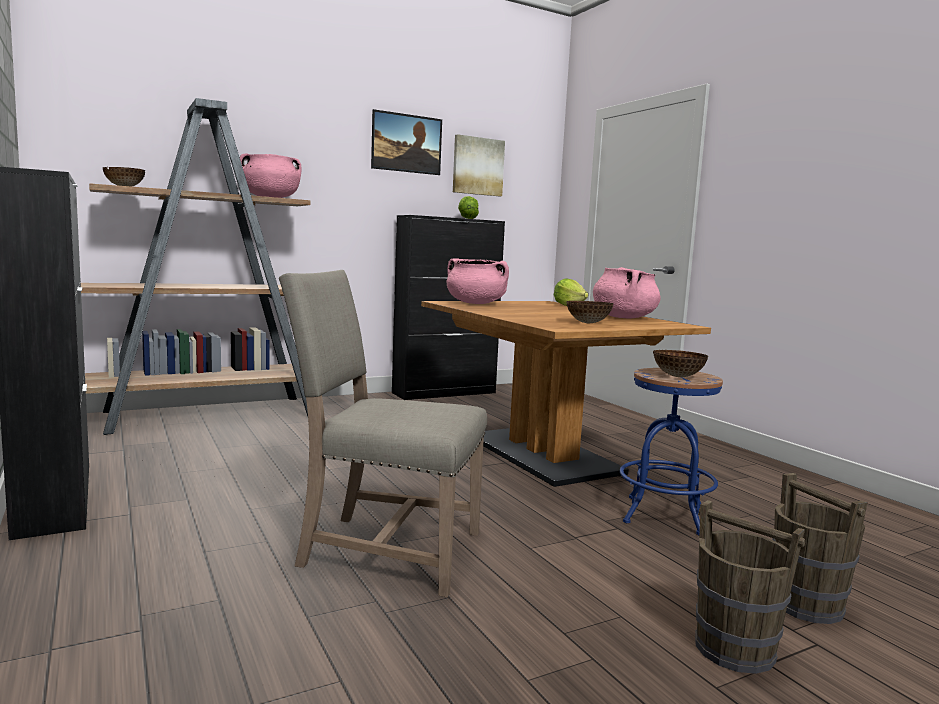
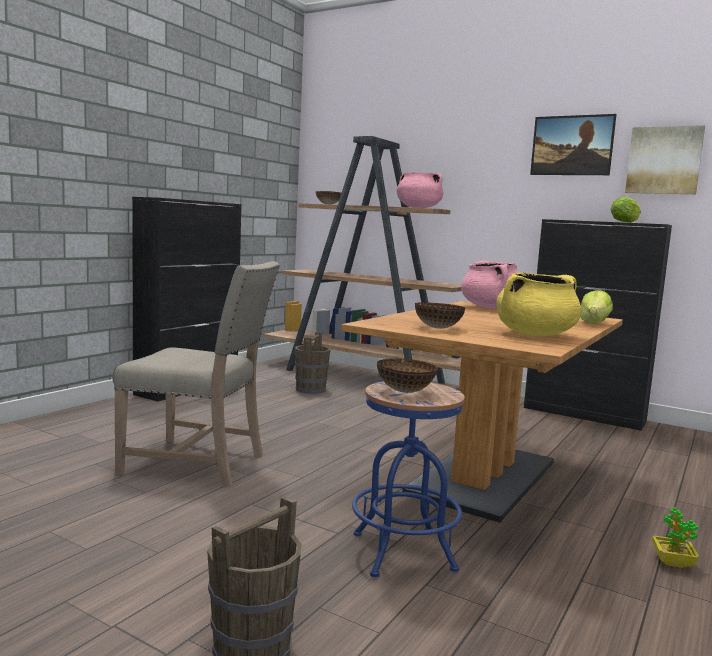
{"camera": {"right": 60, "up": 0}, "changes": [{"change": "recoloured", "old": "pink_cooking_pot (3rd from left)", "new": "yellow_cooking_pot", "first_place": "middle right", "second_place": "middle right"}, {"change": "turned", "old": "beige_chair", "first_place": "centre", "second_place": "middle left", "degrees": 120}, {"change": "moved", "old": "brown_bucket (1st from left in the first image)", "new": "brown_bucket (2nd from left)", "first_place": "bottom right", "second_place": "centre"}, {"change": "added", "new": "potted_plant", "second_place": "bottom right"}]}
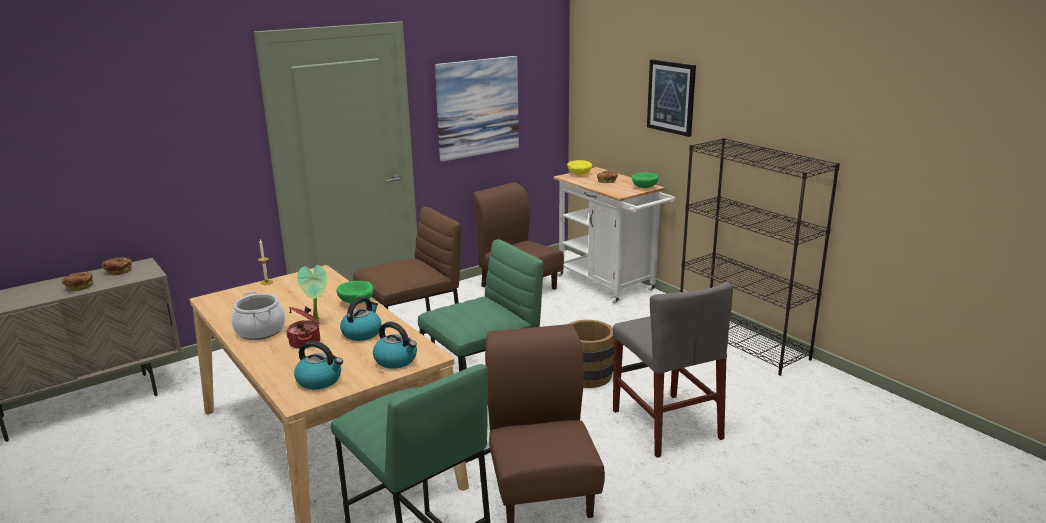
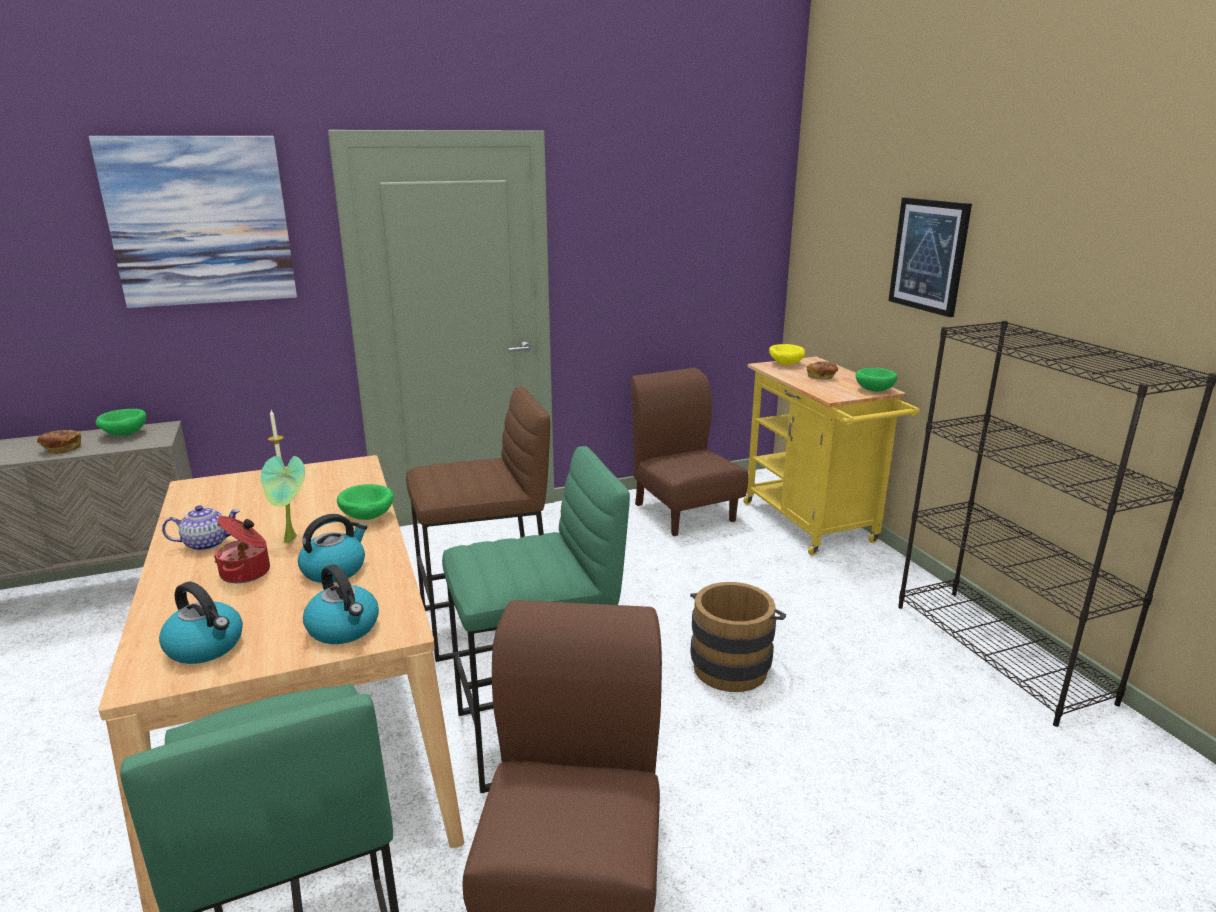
{"camera": {"right": 15, "up": 0}, "changes": [{"change": "moved", "old": "picture (1st from left)", "first_place": "top centre", "second_place": "top left"}, {"change": "recoloured", "old": "white_cart", "new": "yellow_cart", "first_place": "centre", "second_place": "middle right"}, {"change": "replaced", "old": "bread (2nd from left)", "new": "green_bowl (1st from left)", "first_place": "middle left", "second_place": "middle left"}, {"change": "removed", "old": "grey_chair", "first_place": "bottom centre"}, {"change": "replaced", "old": "cooking_pot (1st from left)", "new": "teapot", "first_place": "middle left", "second_place": "middle left"}]}
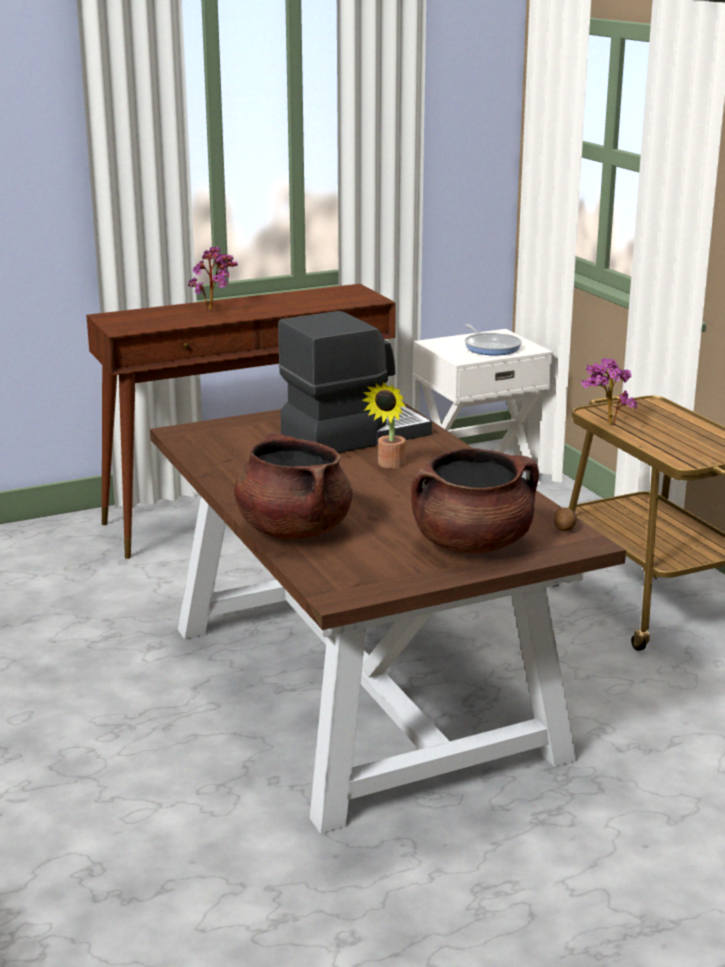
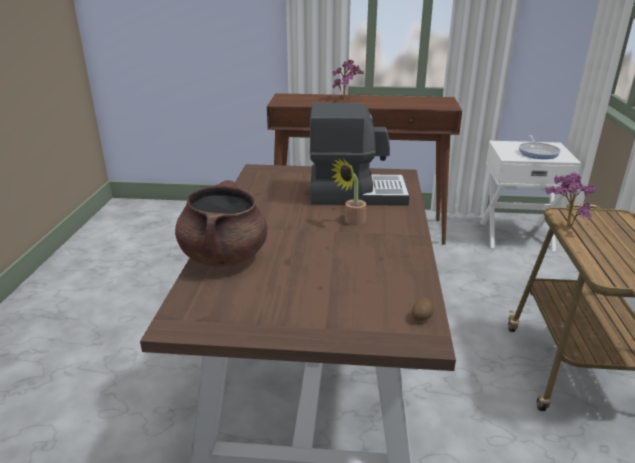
{"camera": {"right": 30, "up": 5}, "changes": [{"change": "removed", "old": "brown_cooking_pot (2nd from left)", "first_place": "centre"}]}
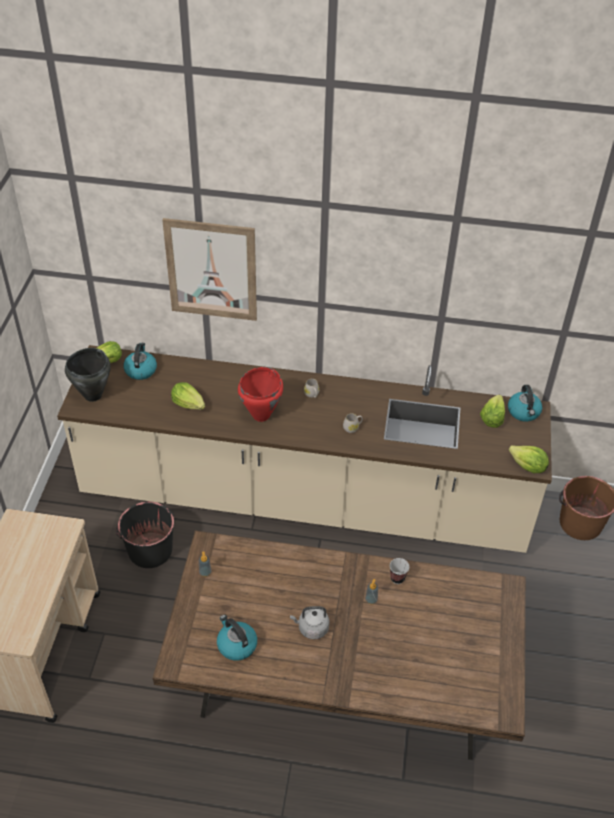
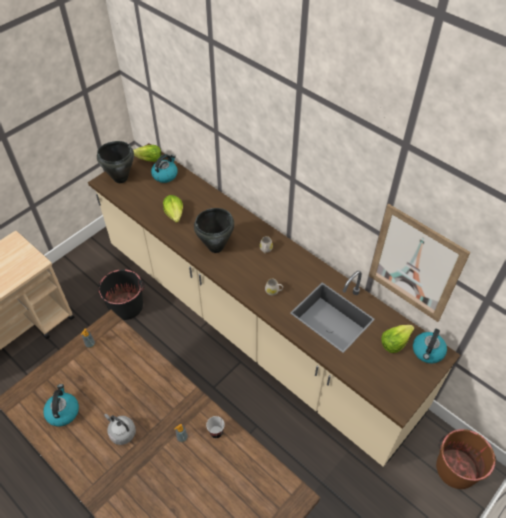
{"camera": {"right": 35, "up": 5}, "changes": [{"change": "moved", "old": "picture", "first_place": "top centre", "second_place": "middle right"}, {"change": "recoloured", "old": "red_cooking_pot", "new": "black_cooking_pot (2nd from left)", "first_place": "centre", "second_place": "centre"}, {"change": "removed", "old": "lettuce (4th from left)", "first_place": "middle right"}]}
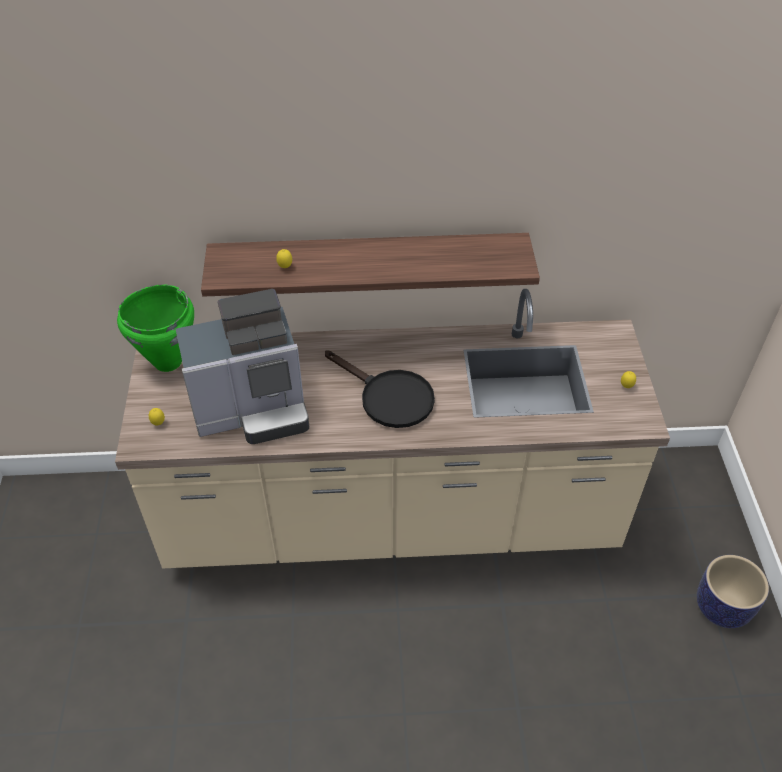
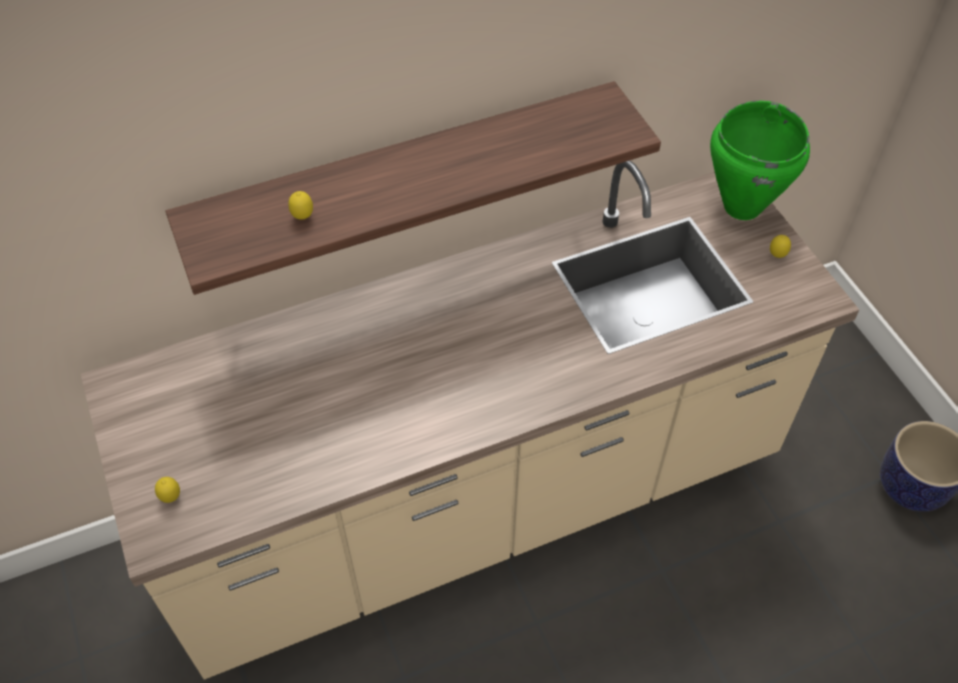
{"camera": {"right": -20, "up": 5}, "changes": [{"change": "moved", "old": "green_cooking_pot", "first_place": "middle left", "second_place": "top right"}, {"change": "removed", "old": "coffee_machine", "first_place": "middle left"}, {"change": "removed", "old": "black_frying_pan", "first_place": "centre"}]}
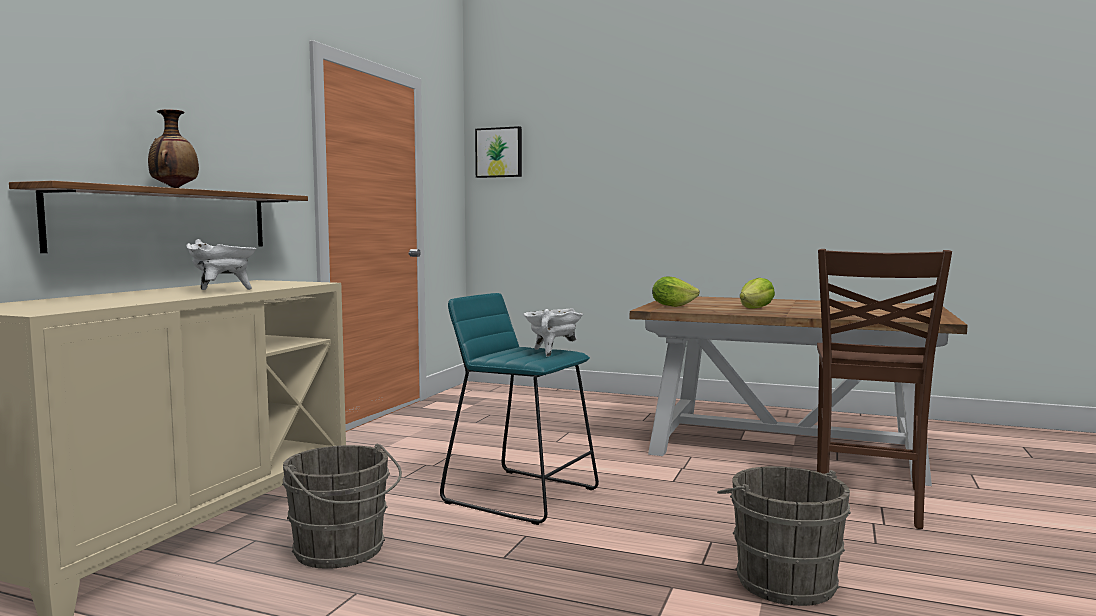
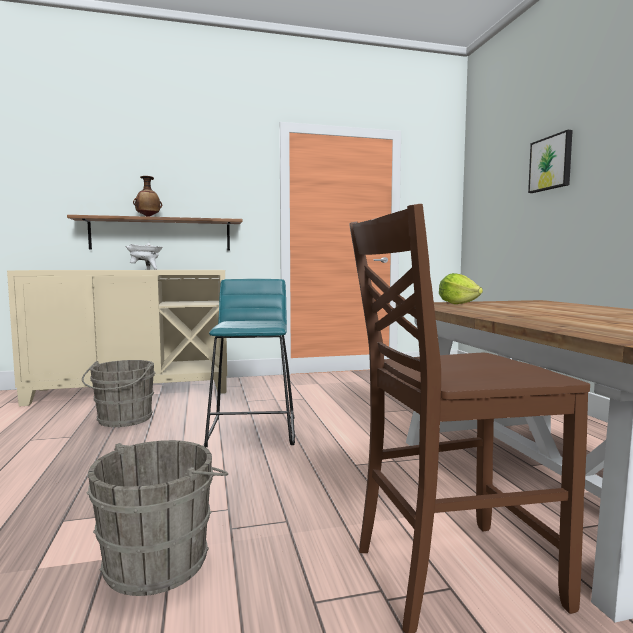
{"camera": {"right": 55, "up": 0}, "changes": [{"change": "moved", "old": "picture", "first_place": "top centre", "second_place": "top right"}, {"change": "removed", "old": "lettuce (2nd from left)", "first_place": "middle right"}, {"change": "removed", "old": "white_cooking_pot (2nd from left)", "first_place": "centre"}]}
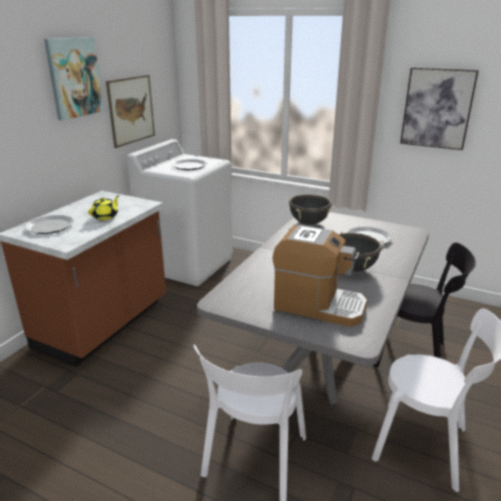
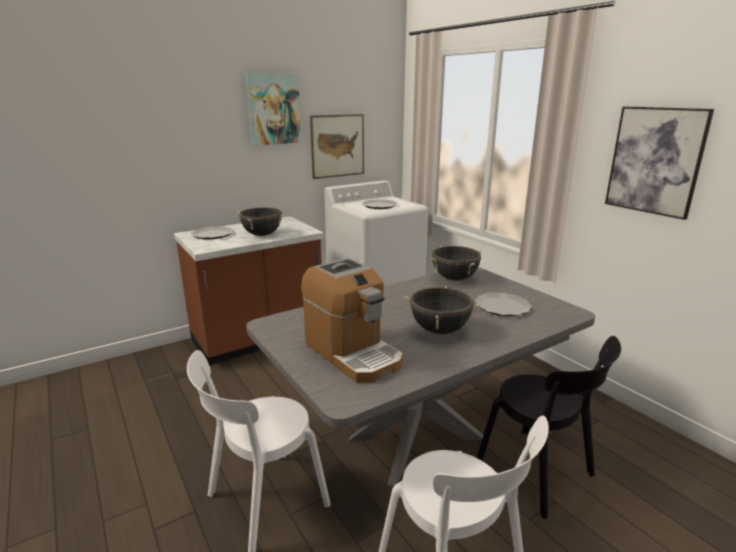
{"camera": {"right": 30, "up": -5}, "changes": [{"change": "replaced", "old": "yellow_teapot", "new": "black_cooking_pot (1st from left)", "first_place": "middle left", "second_place": "centre"}]}
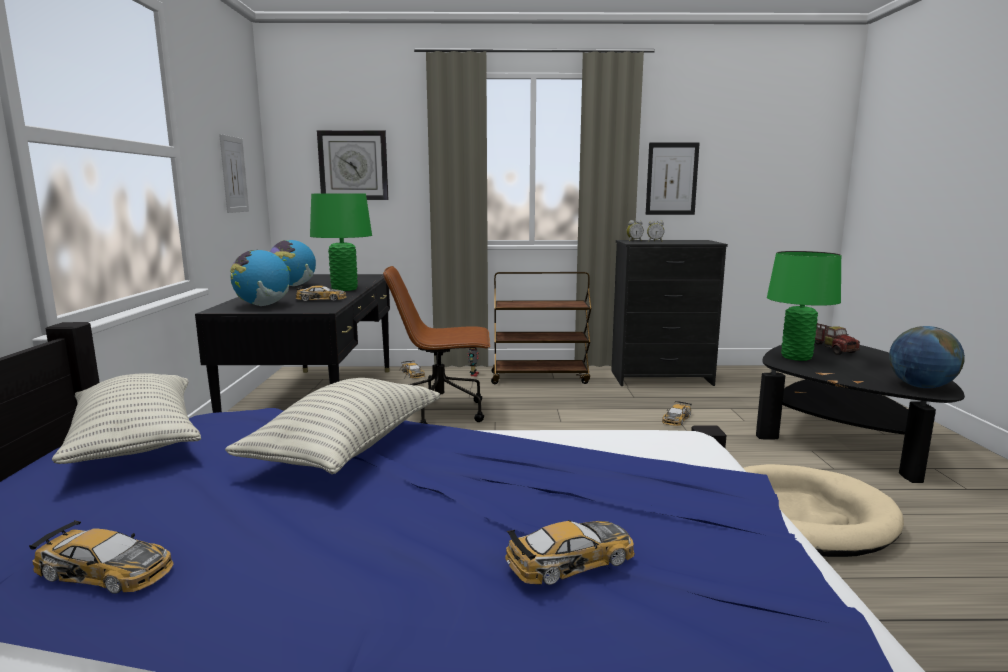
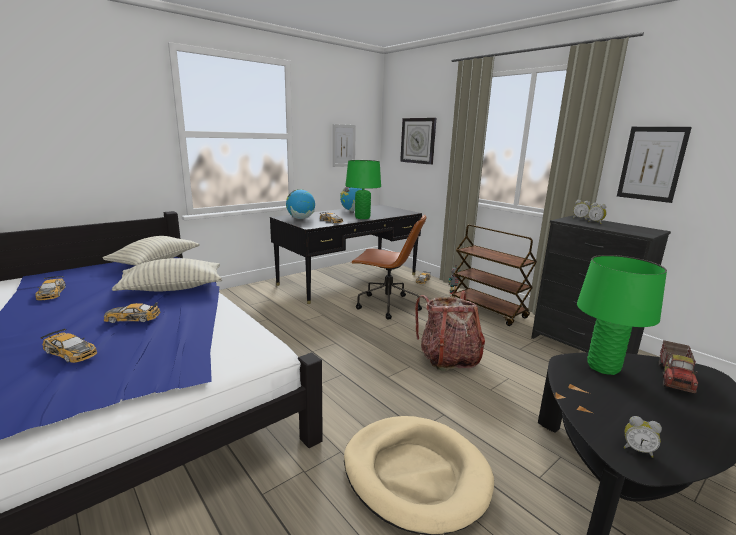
{"camera": {"right": 50, "up": 5}, "changes": [{"change": "turned", "old": "brown_office_chair", "first_place": "centre", "second_place": "centre", "degrees": 150}, {"change": "replaced", "old": "globe (3rd from left)", "new": "alarm_clock (3rd from left)", "first_place": "middle right", "second_place": "bottom right"}, {"change": "moved", "old": "toy_car (5th from left in the first image)", "new": "toy_car (3rd from left)", "first_place": "middle right", "second_place": "middle left"}, {"change": "added", "new": "backpack", "second_place": "centre"}]}
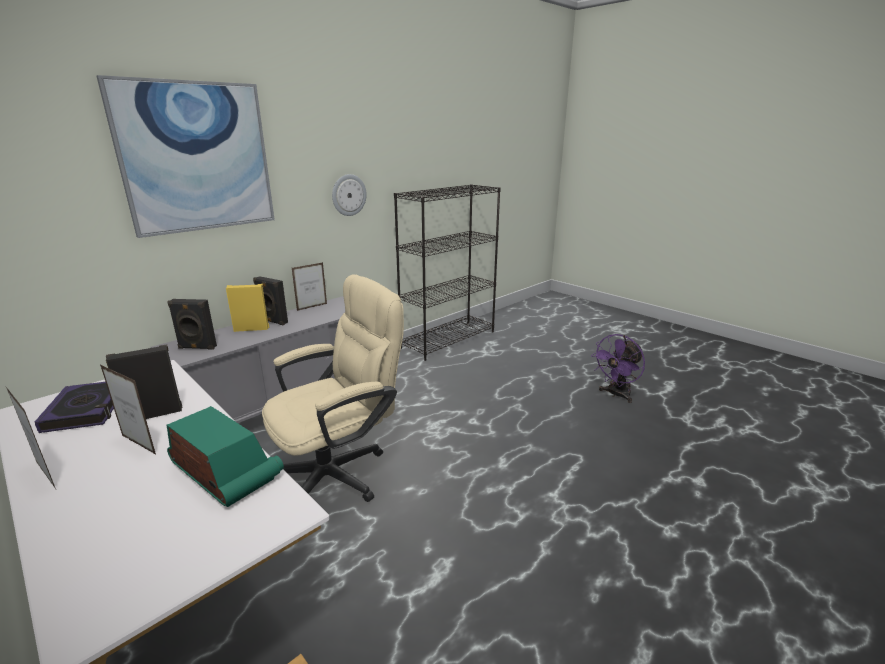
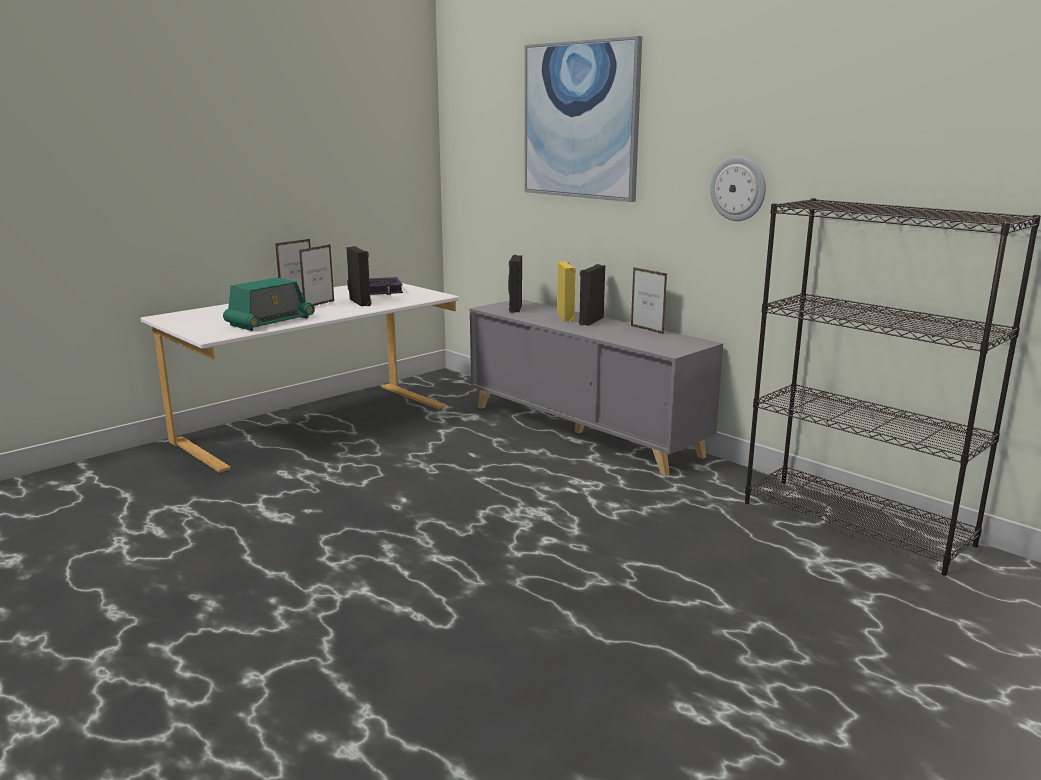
{"camera": {"right": 90, "up": -5}, "changes": [{"change": "removed", "old": "beige_office_chair", "first_place": "centre"}, {"change": "removed", "old": "purple_fan", "first_place": "middle right"}]}
